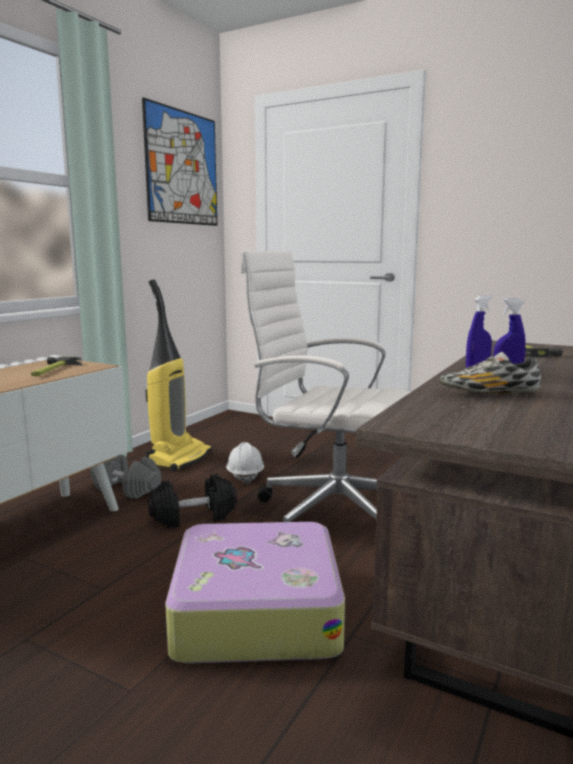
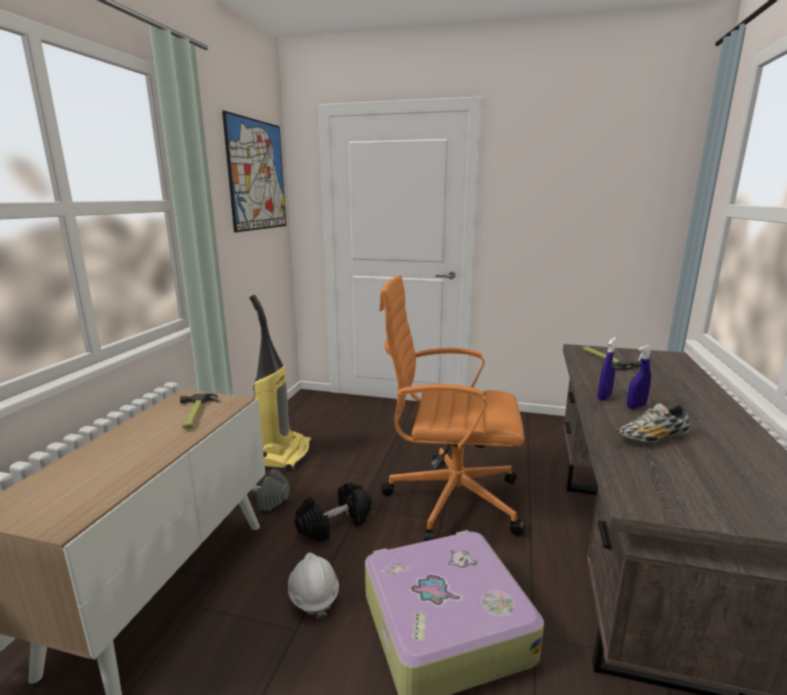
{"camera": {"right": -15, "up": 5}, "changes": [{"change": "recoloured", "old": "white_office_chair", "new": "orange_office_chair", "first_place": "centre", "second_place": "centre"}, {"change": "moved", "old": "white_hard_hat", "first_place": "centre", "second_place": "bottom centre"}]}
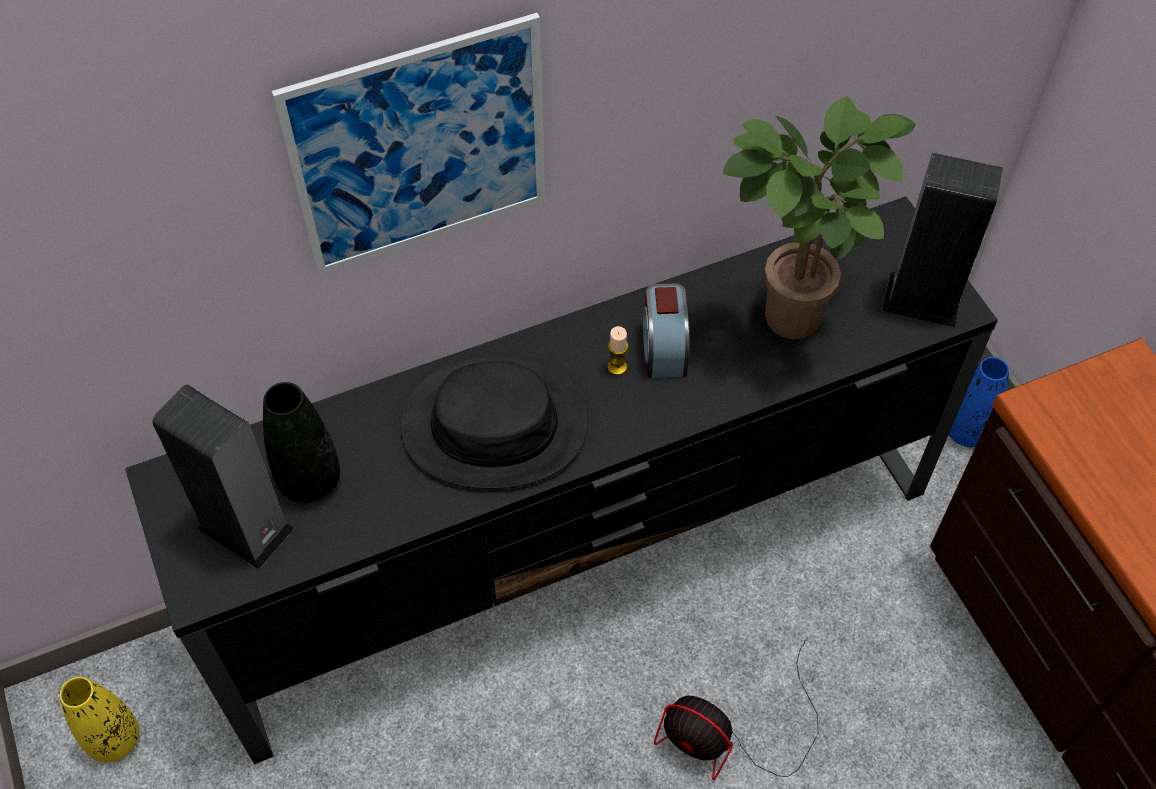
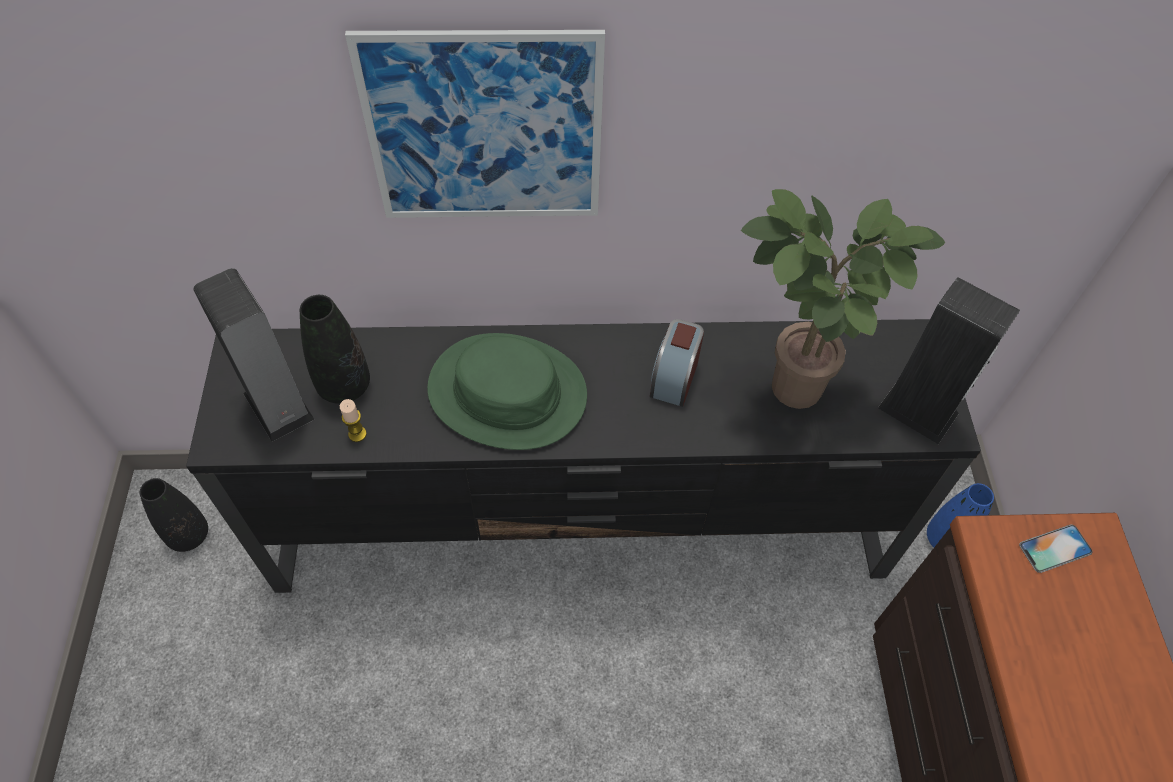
{"camera": {"right": 20, "up": 0}, "changes": [{"change": "moved", "old": "candle", "first_place": "centre", "second_place": "middle left"}, {"change": "recoloured", "old": "black_hat", "new": "green_hat", "first_place": "centre", "second_place": "centre"}, {"change": "removed", "old": "fan", "first_place": "bottom centre"}, {"change": "recoloured", "old": "yellow_vase", "new": "black_vase (1st from left)", "first_place": "bottom left", "second_place": "middle left"}, {"change": "added", "new": "phone", "second_place": "bottom right"}]}
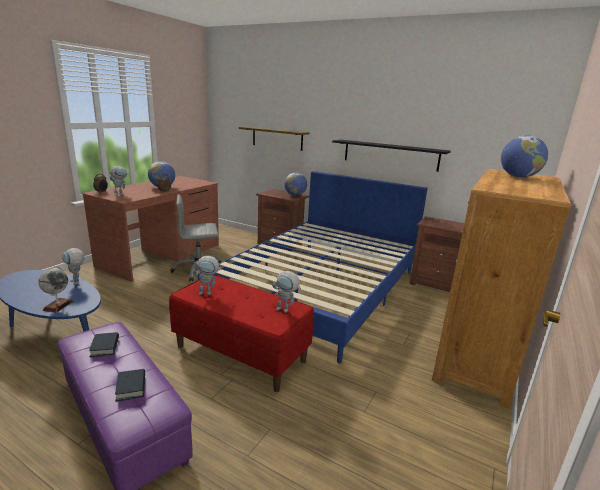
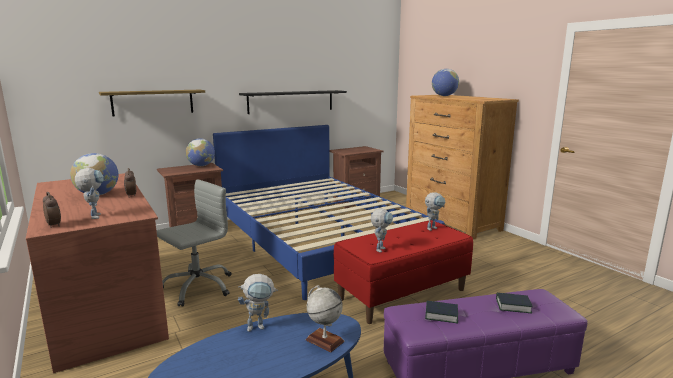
{"camera": {"right": -60, "up": -5}, "changes": [{"change": "turned", "old": "grey_office_chair", "first_place": "middle left", "second_place": "middle left", "degrees": -150}]}
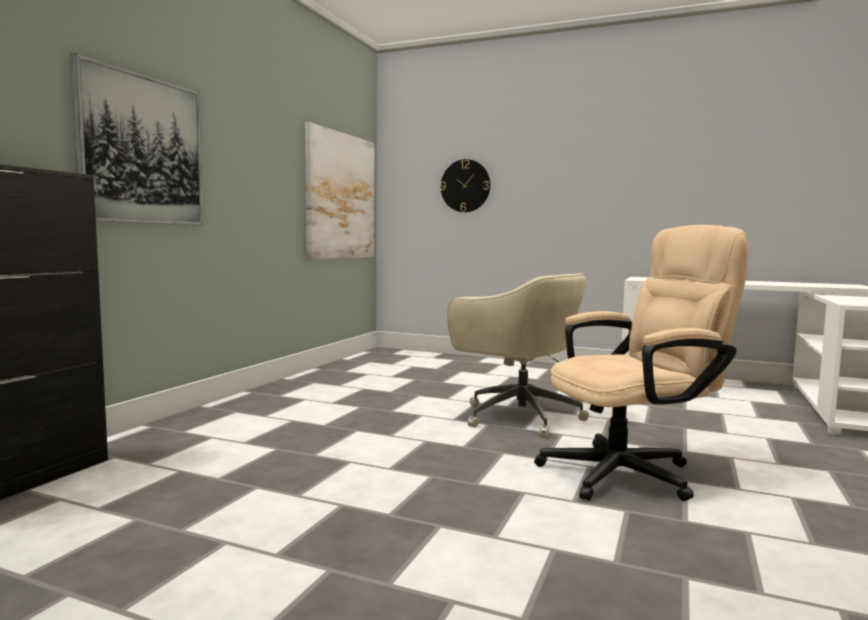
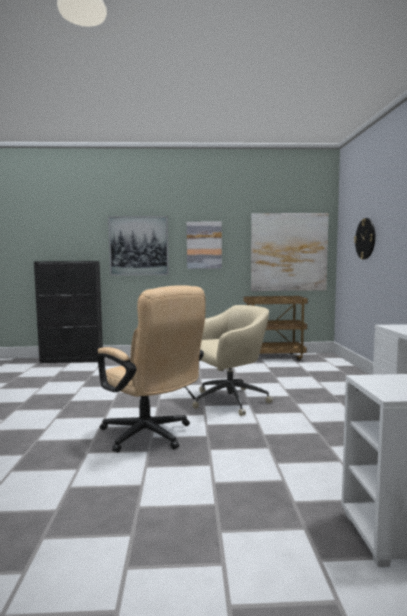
{"camera": {"right": 65, "up": 0}, "changes": [{"change": "turned", "old": "beige_office_chair (1st from left in the first image)", "first_place": "centre", "second_place": "centre", "degrees": -135}, {"change": "added", "new": "picture (2nd from left)", "second_place": "centre"}, {"change": "added", "new": "brown_cart", "second_place": "middle right"}]}
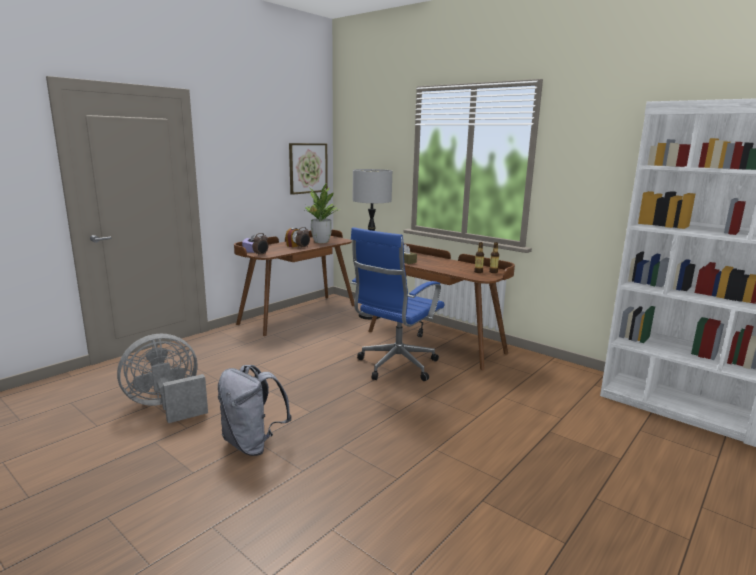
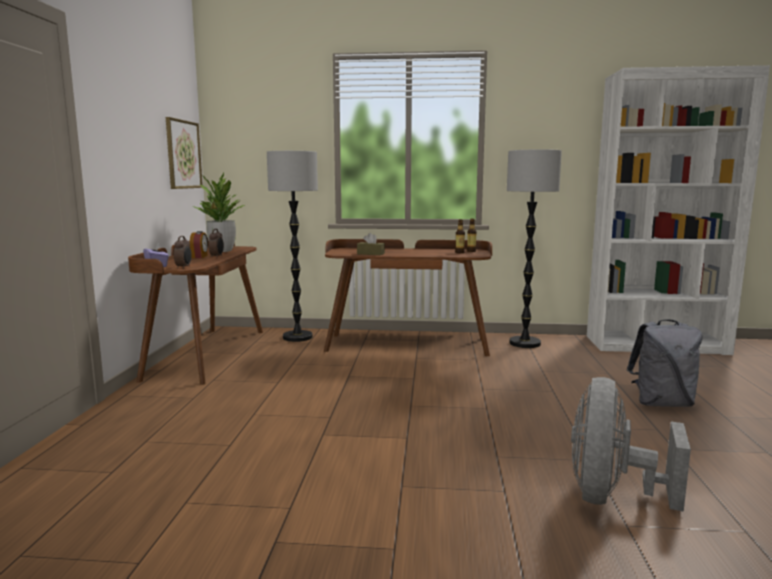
{"camera": {"right": -35, "up": -5}, "changes": [{"change": "removed", "old": "blue_office_chair", "first_place": "centre"}, {"change": "moved", "old": "grey_fan", "first_place": "middle left", "second_place": "bottom right"}, {"change": "moved", "old": "grey_backpack", "first_place": "bottom centre", "second_place": "middle right"}, {"change": "added", "new": "floor_lamp (2nd from left)", "second_place": "middle right"}]}
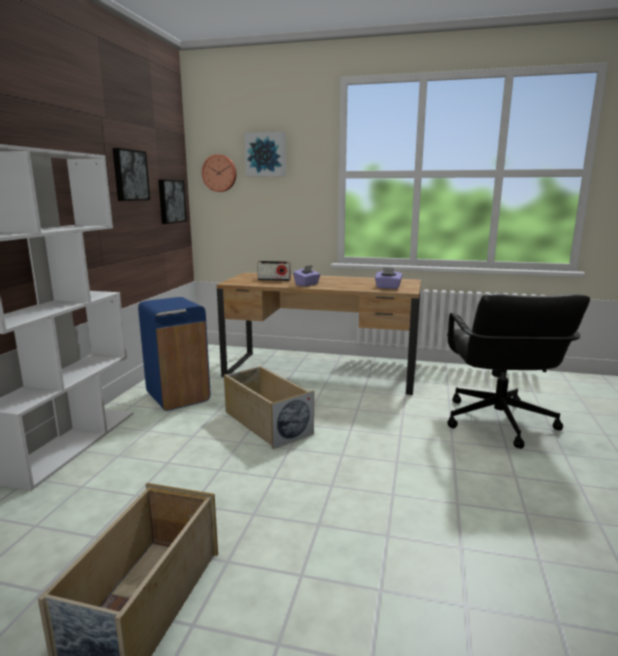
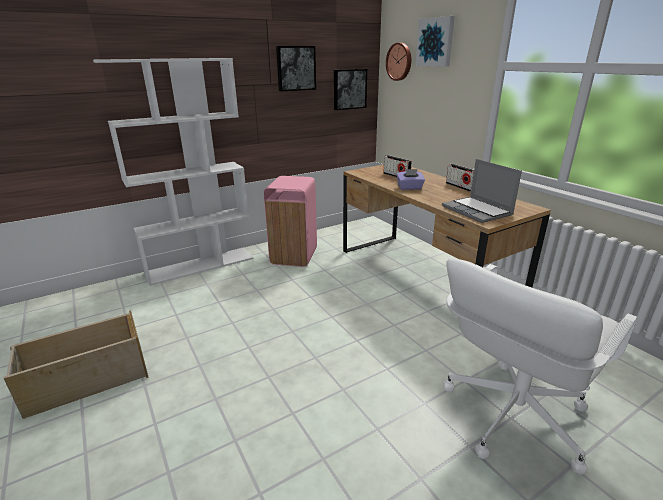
{"camera": {"right": 45, "up": 10}, "changes": [{"change": "replaced", "old": "purple_tissue_box (2nd from left)", "new": "laptop", "first_place": "centre", "second_place": "middle right"}, {"change": "recoloured", "old": "black_office_chair", "new": "white_office_chair", "first_place": "middle right", "second_place": "bottom right"}, {"change": "recoloured", "old": "blue_trash_can", "new": "pink_trash_can", "first_place": "middle left", "second_place": "centre"}, {"change": "removed", "old": "beige_storage_box (2nd from left)", "first_place": "centre"}, {"change": "added", "new": "radio (2nd from left)", "second_place": "middle right"}]}
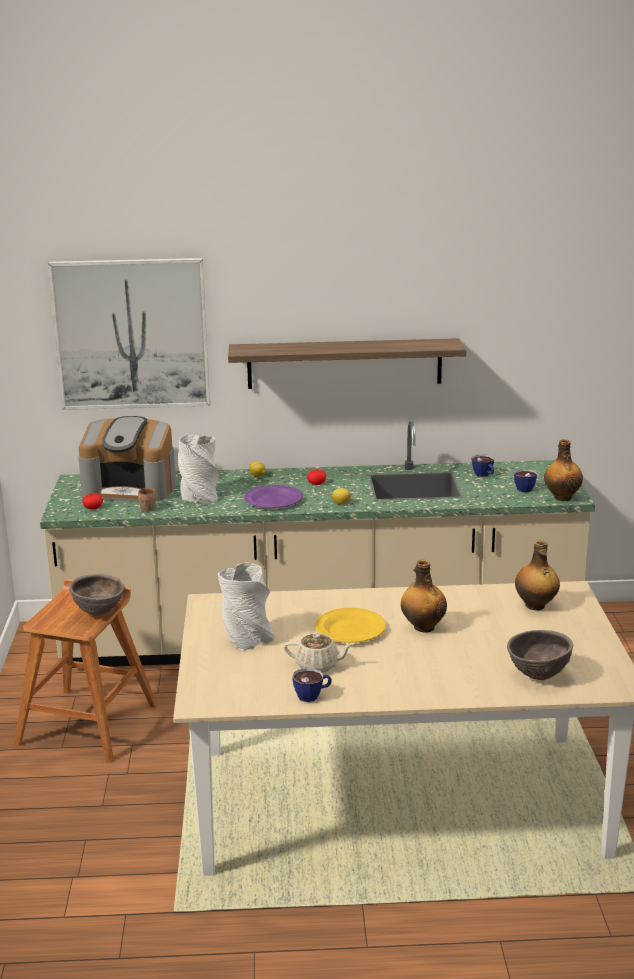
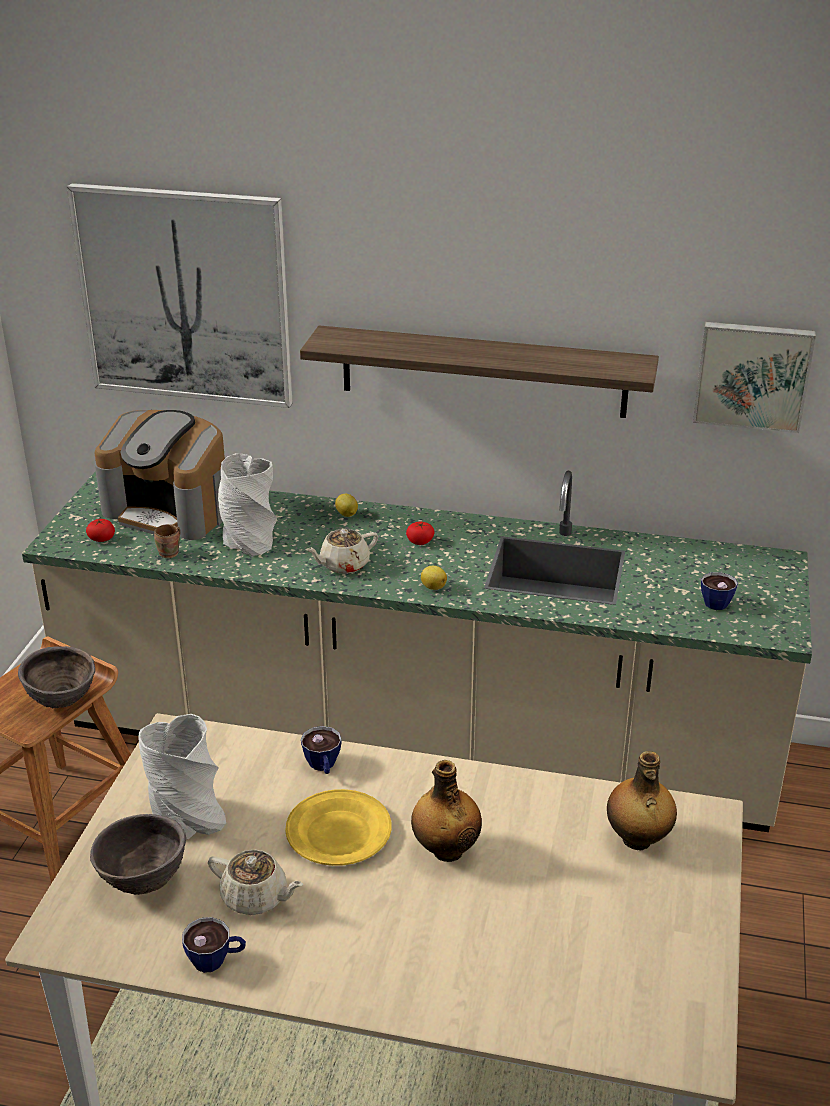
{"camera": {"right": 15, "up": 10}, "changes": [{"change": "removed", "old": "bottle (3rd from left)", "first_place": "middle right"}, {"change": "moved", "old": "cup (2nd from left)", "first_place": "middle right", "second_place": "bottom centre"}, {"change": "replaced", "old": "purple_plate", "new": "beige_teapot (2nd from left)", "first_place": "centre", "second_place": "centre"}, {"change": "moved", "old": "brown_bowl (2nd from left)", "first_place": "bottom right", "second_place": "bottom left"}, {"change": "added", "new": "picture (2nd from left)", "second_place": "middle right"}]}
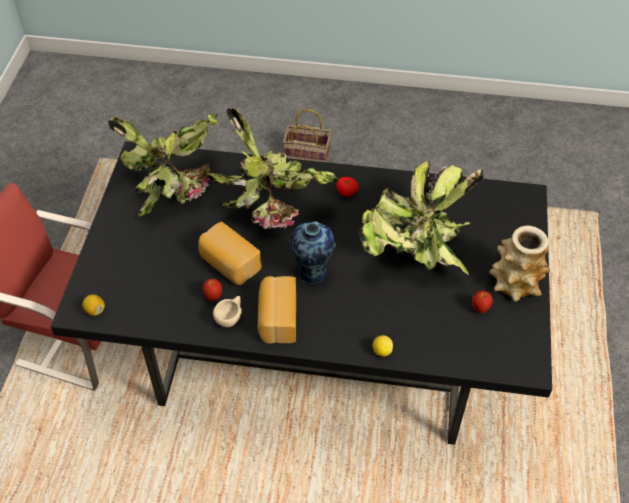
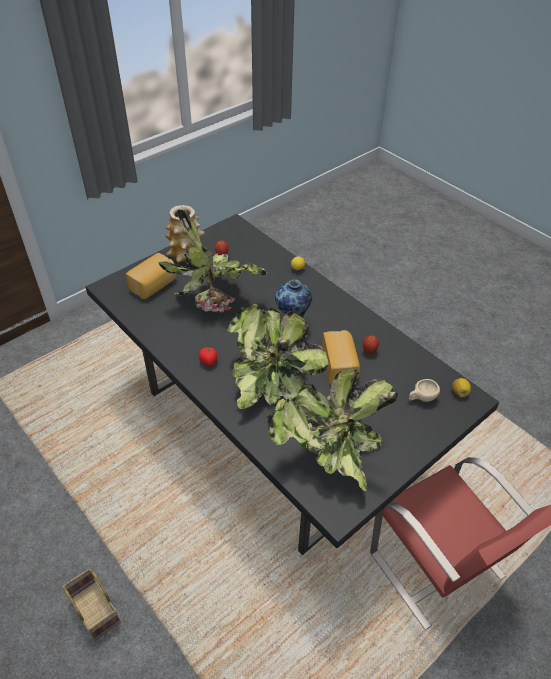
{"camera": {"right": -140, "up": -5}, "changes": [{"change": "moved", "old": "bread (2nd from left in the first image)", "new": "bread (1st from left)", "first_place": "centre", "second_place": "middle left"}, {"change": "moved", "old": "beige_cup", "first_place": "centre", "second_place": "middle right"}]}
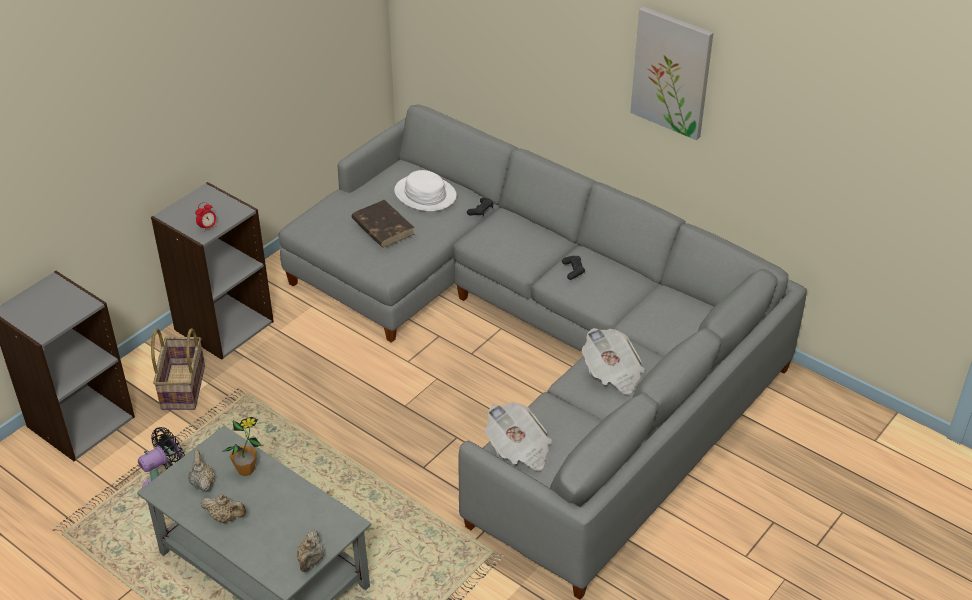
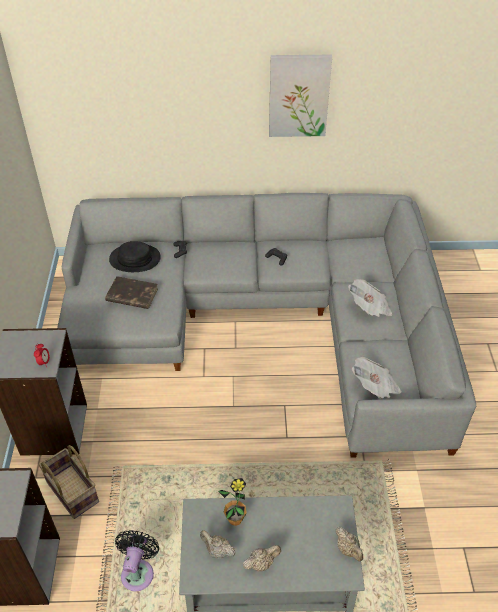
{"camera": {"right": -40, "up": 5}, "changes": [{"change": "recoloured", "old": "white_hat", "new": "black_hat", "first_place": "top centre", "second_place": "middle left"}]}
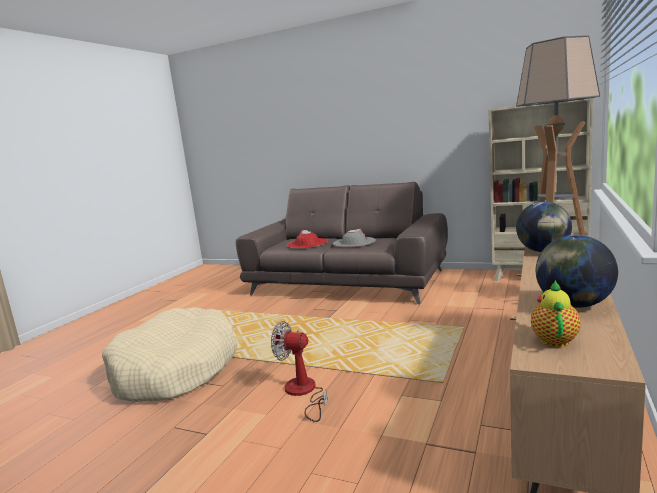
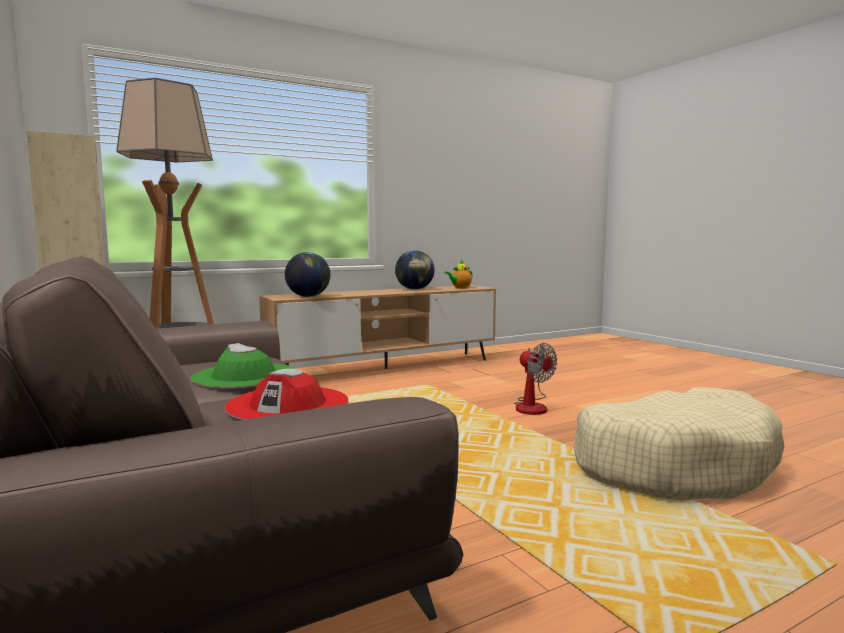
{"camera": {"right": -145, "up": -5}, "changes": [{"change": "recoloured", "old": "grey_hat", "new": "green_hat", "first_place": "centre", "second_place": "middle left"}]}
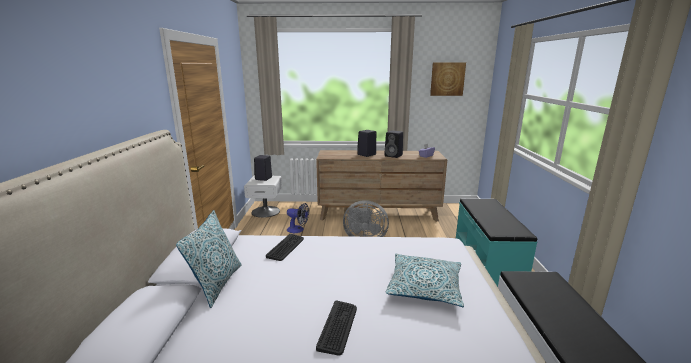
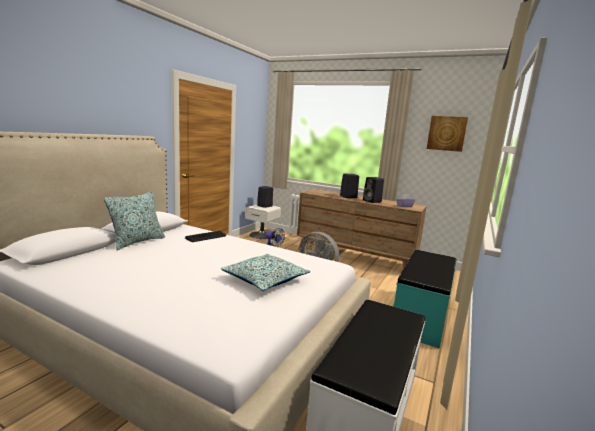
{"camera": {"right": 25, "up": -5}, "changes": [{"change": "removed", "old": "keyboard (2nd from left)", "first_place": "bottom centre"}]}
